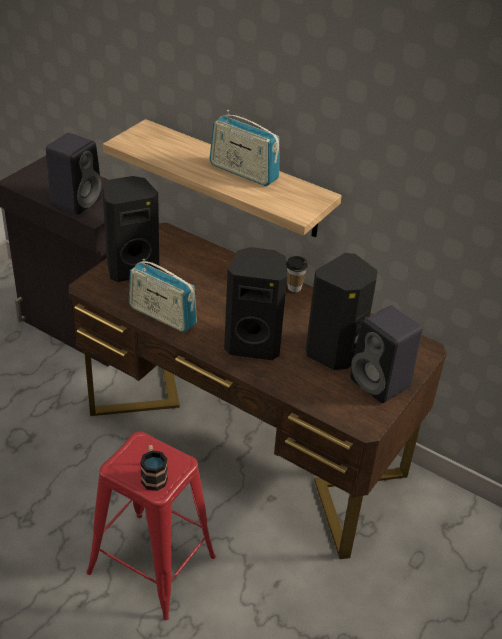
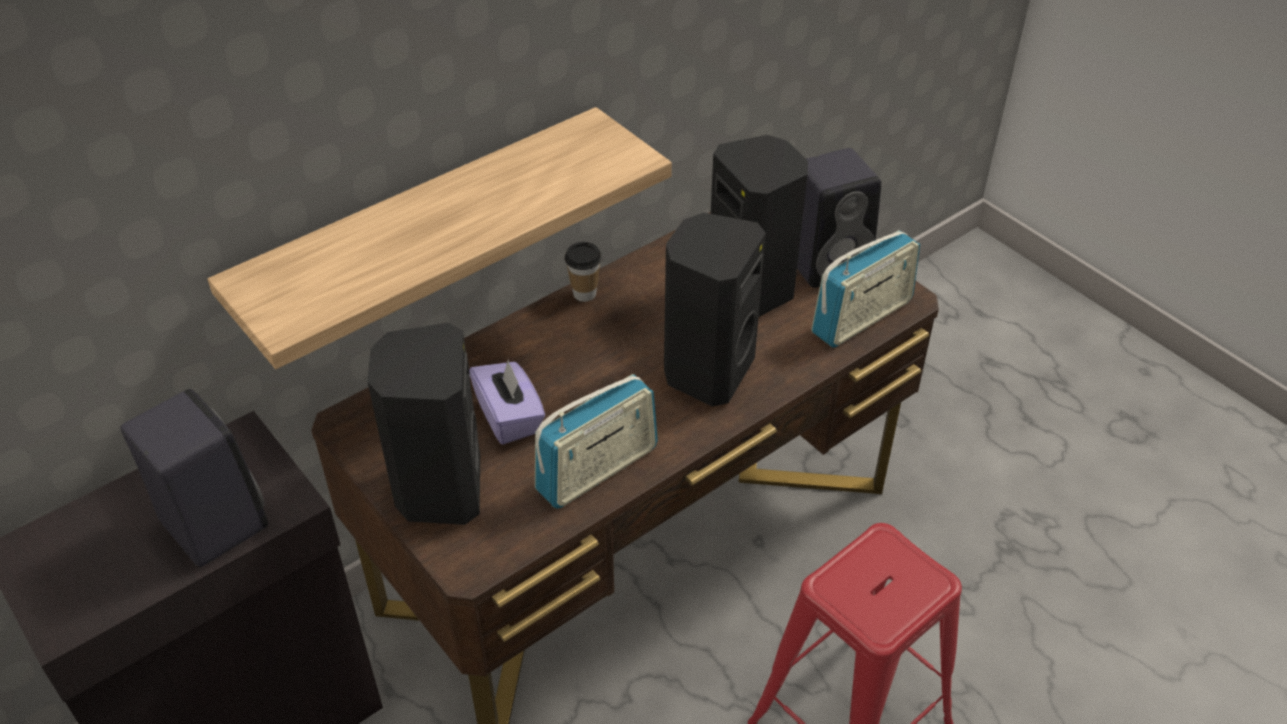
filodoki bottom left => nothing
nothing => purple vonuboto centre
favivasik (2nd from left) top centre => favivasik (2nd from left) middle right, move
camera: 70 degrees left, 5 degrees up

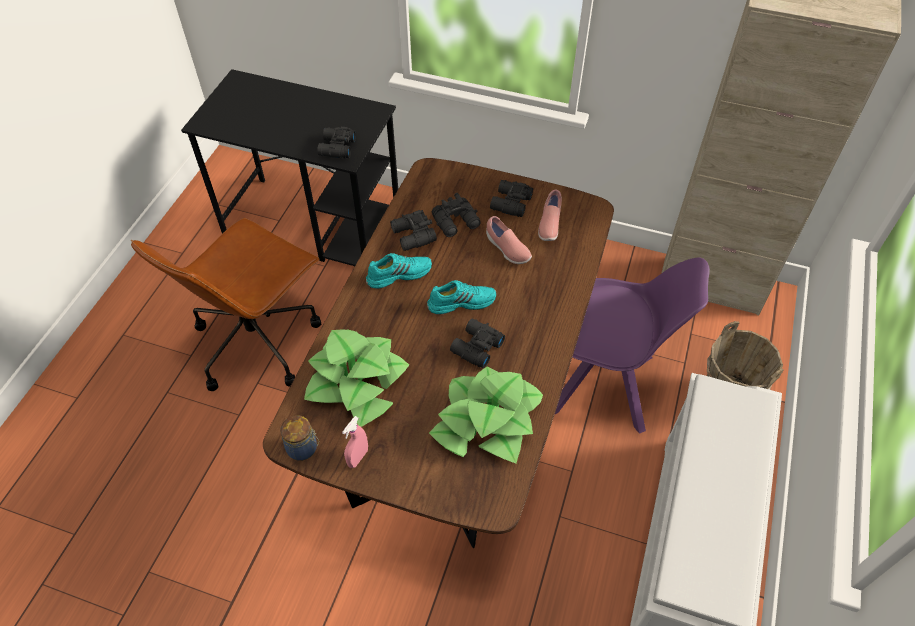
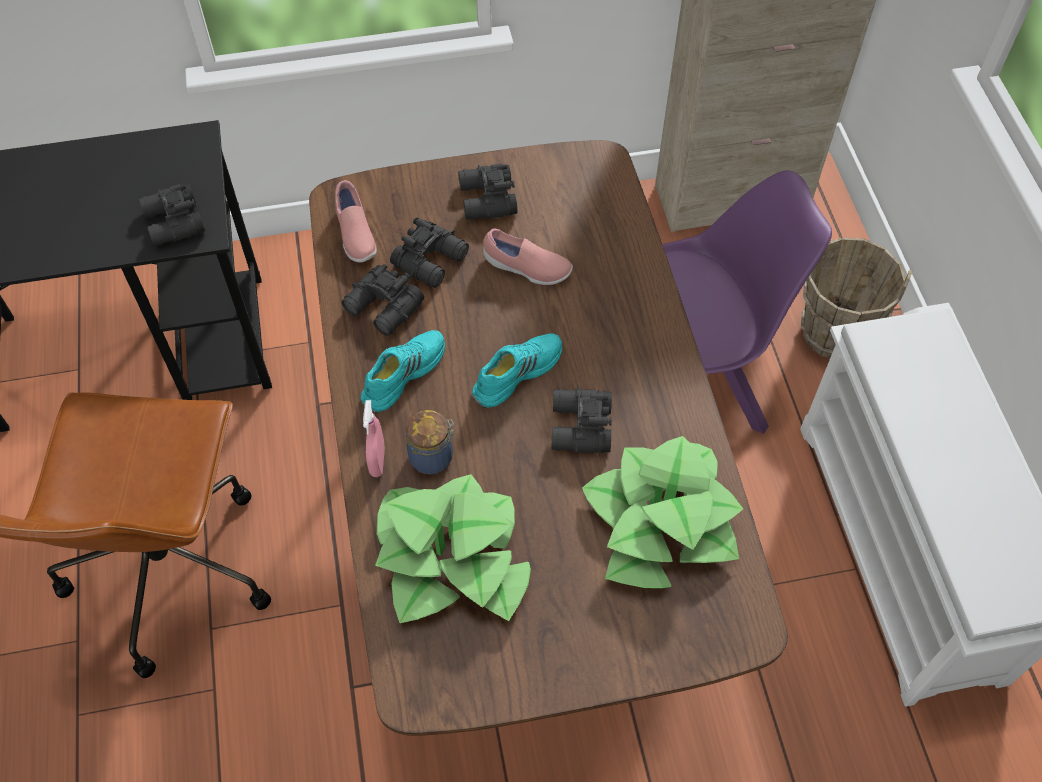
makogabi bottom left => makogabi centre, move
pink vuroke bottom centre => pink vuroke centre, move
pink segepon (2nd from left in the first image) centre => pink segepon (1st from left) top centre, move
camera: 30 degrees left, 5 degrees up

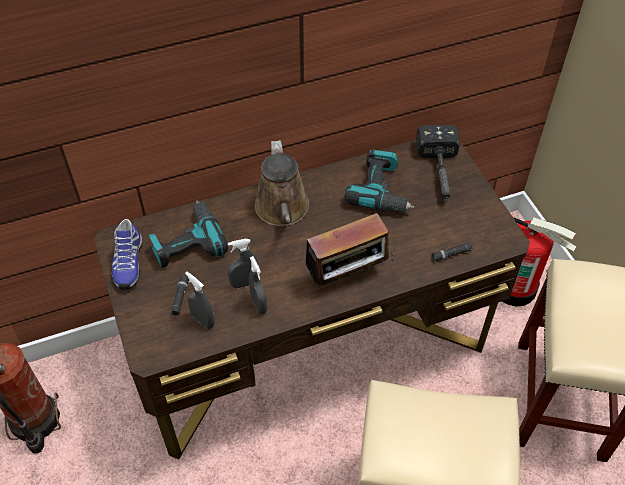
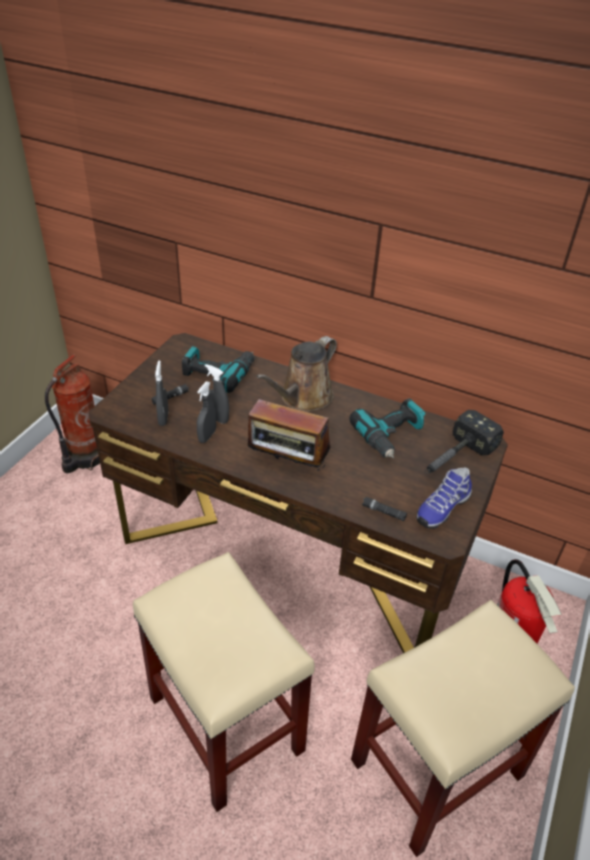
segepon middle left => segepon middle right, move
camera: 45 degrees right, 10 degrees down

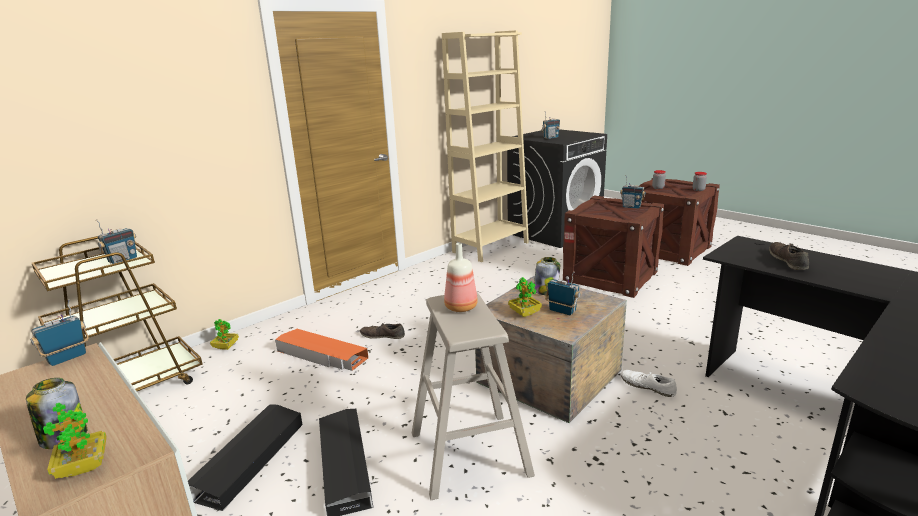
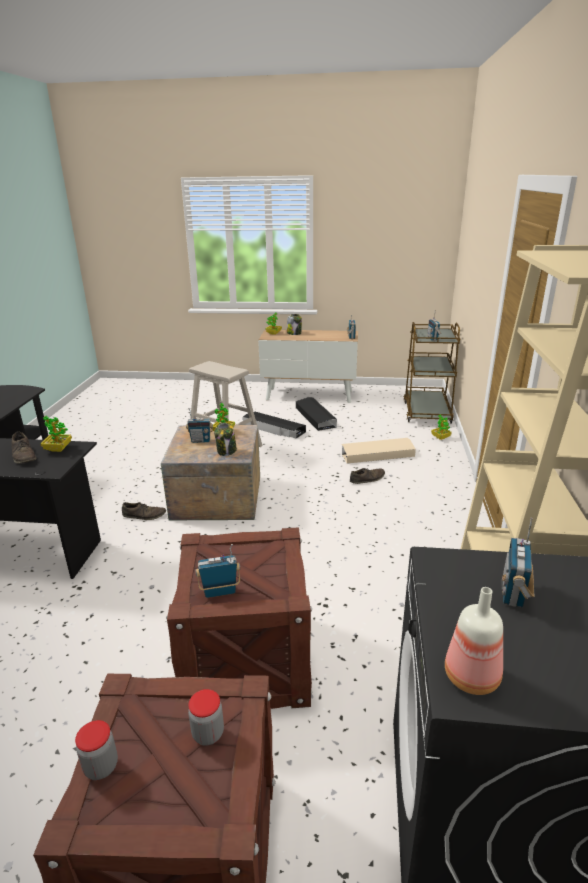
nothing => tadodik (1st from left) middle left
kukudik centre => kukudik bottom right, move
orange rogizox bottom centre => beige rogizox centre
white segepon bottom right => brown segepon (2nd from left) middle left
camera: 140 degrees right, 5 degrees up

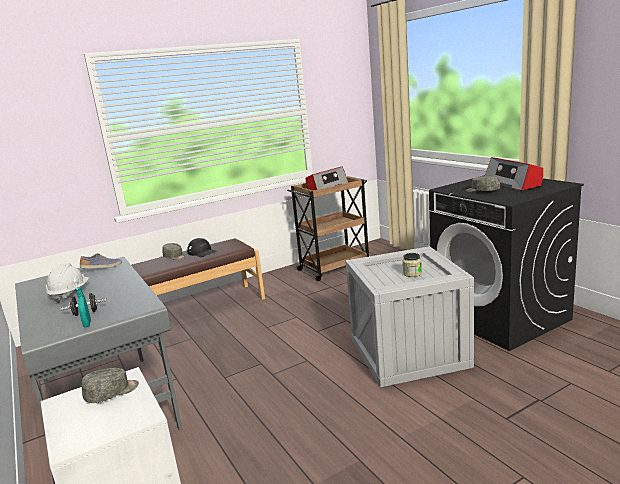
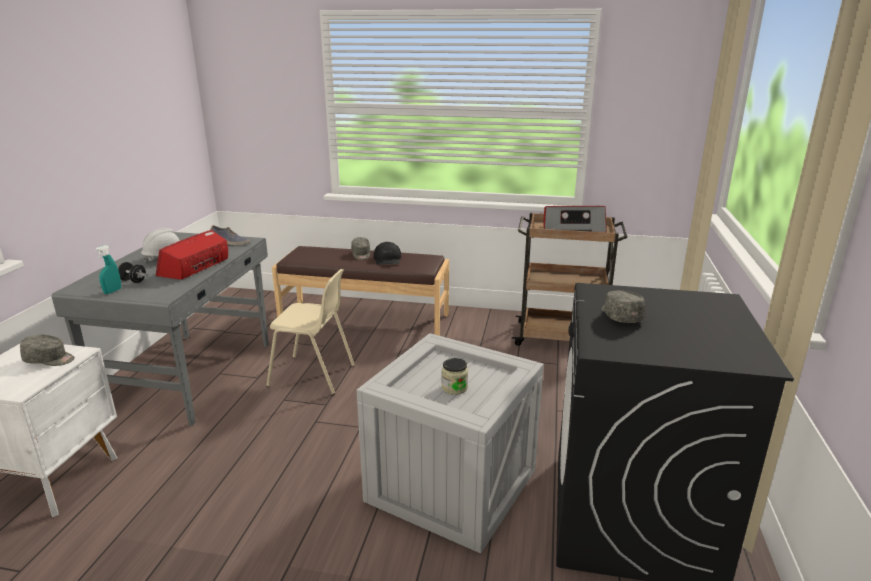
nothing => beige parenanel centre
favivasik (2nd from left in the first image) middle right => favivasik (1st from left) middle left, move
camera: 40 degrees right, 5 degrees up

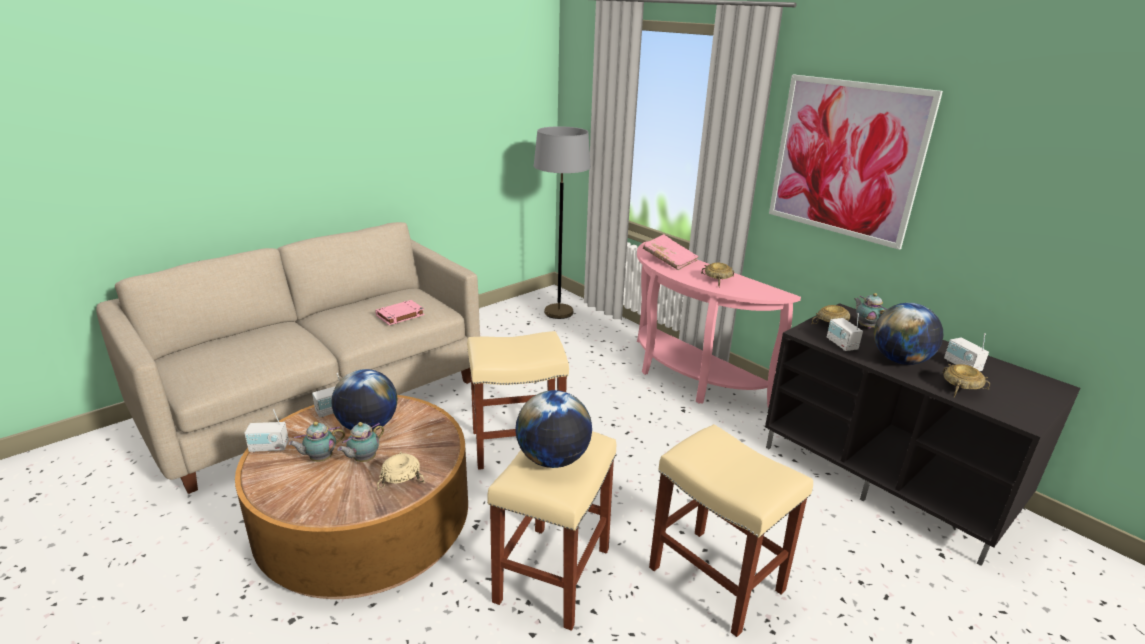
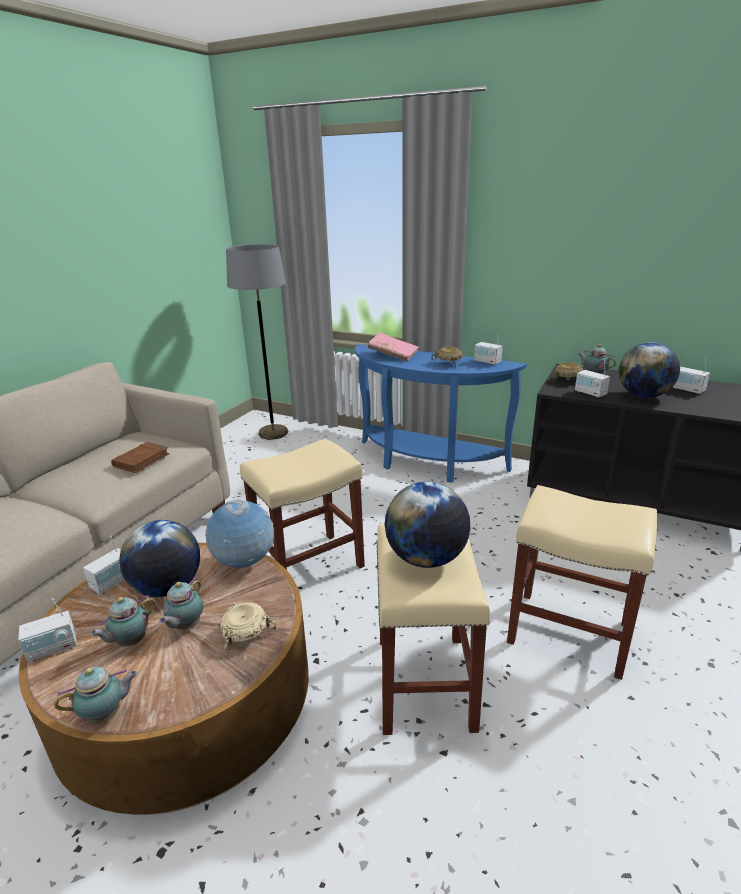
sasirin top right => nothing
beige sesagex (4th from left) middle right => nothing
nothing => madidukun (1st from left) bottom left
nothing => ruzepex (2nd from left) middle left
nothing => favivasik (3rd from left) centre
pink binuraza (1st from left) centre => brown binuraza middle left
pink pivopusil centre => blue pivopusil centre
camera: 20 degrees left, 0 degrees up

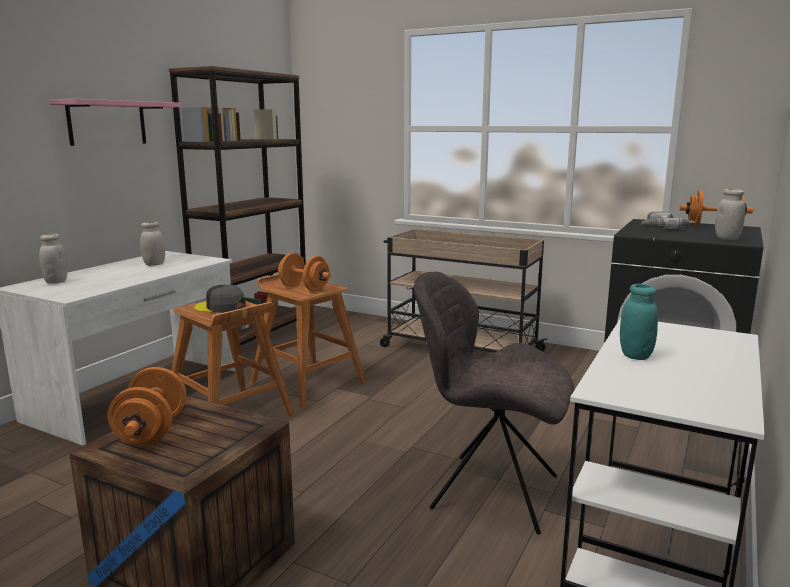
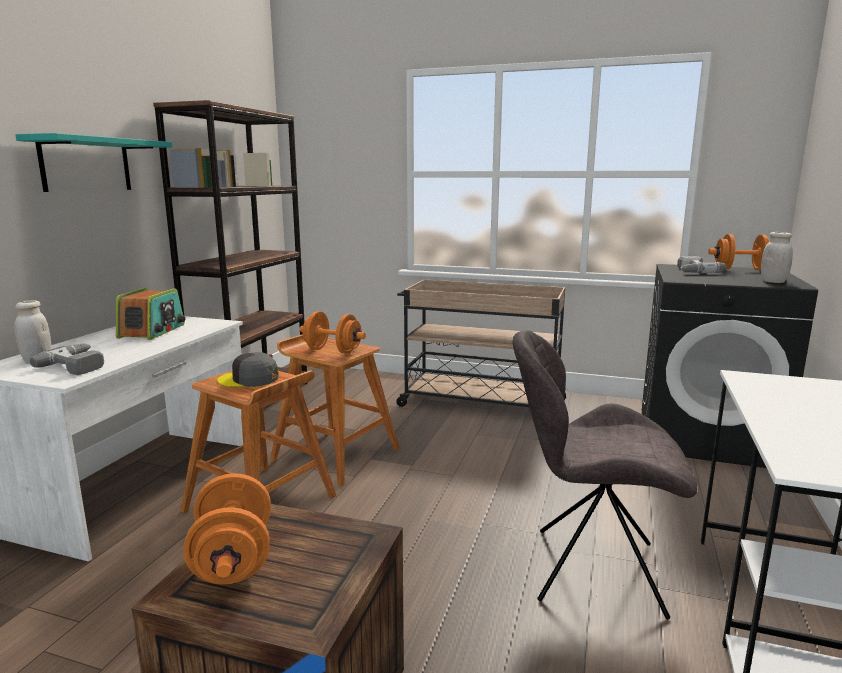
turquoise makogabi middle right => nothing
nothing => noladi (1st from left) middle left
white makogabi (2nd from left) middle left => favivasik middle left
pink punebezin top left => turquoise punebezin top left
camera: 10 degrees left, 0 degrees up

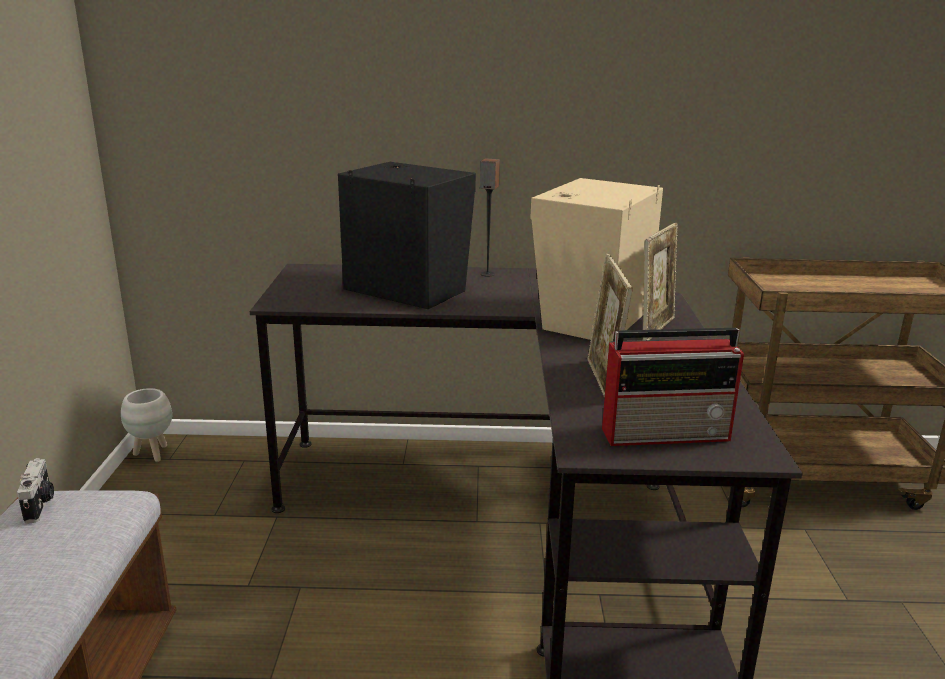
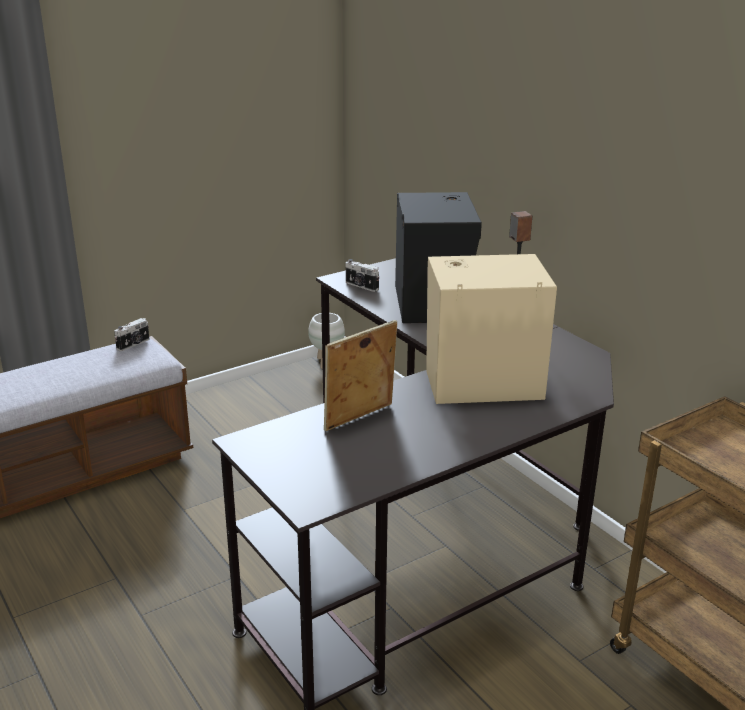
favivasik middle right => nothing
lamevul (2nd from left) middle right => nothing
nothing => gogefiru (2nd from left) centre
camera: 55 degrees right, 5 degrees up

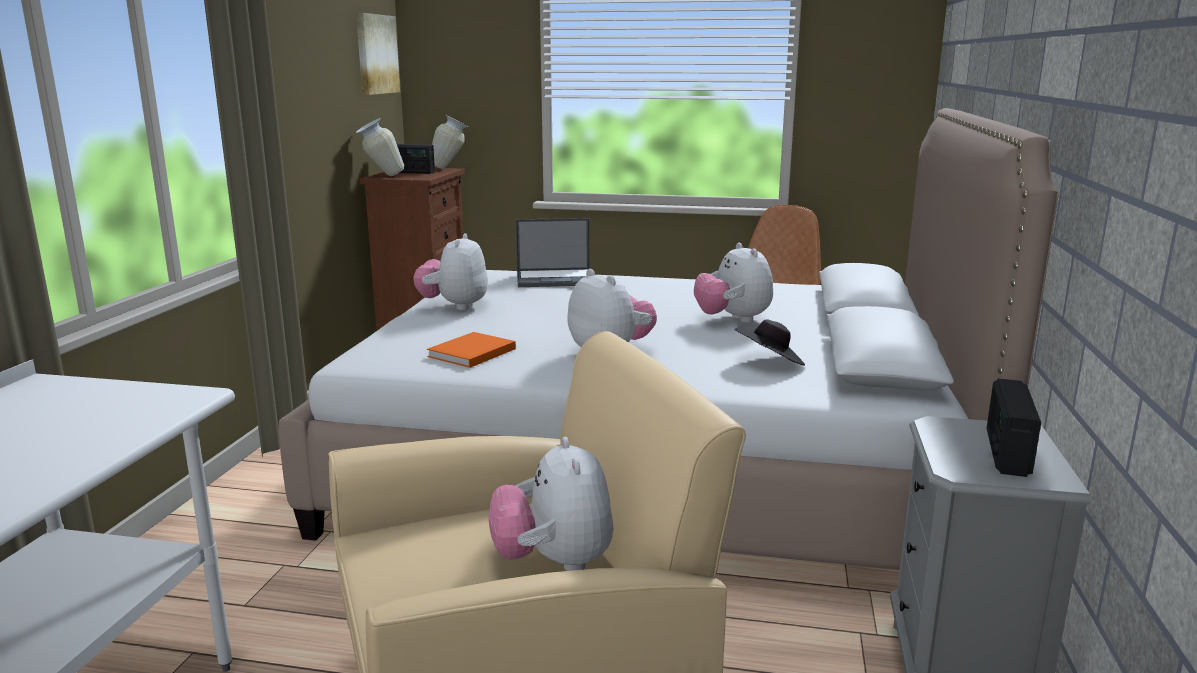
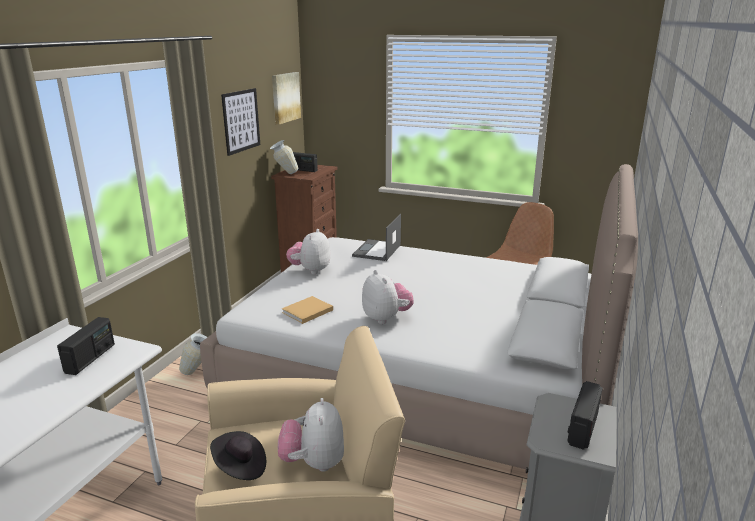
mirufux (4th from left) centre => nothing
nothing => favivasik (1st from left) middle left
nothing => sasirin (1st from left) top left
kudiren (2nd from left in the first image) top centre => kudiren (1st from left) bottom left, move
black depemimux centre => black depemimux bottom left, move
orange binuraza centre => beige binuraza centre
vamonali centre, 105 degrees clockwise
camera: 10 degrees right, 5 degrees up

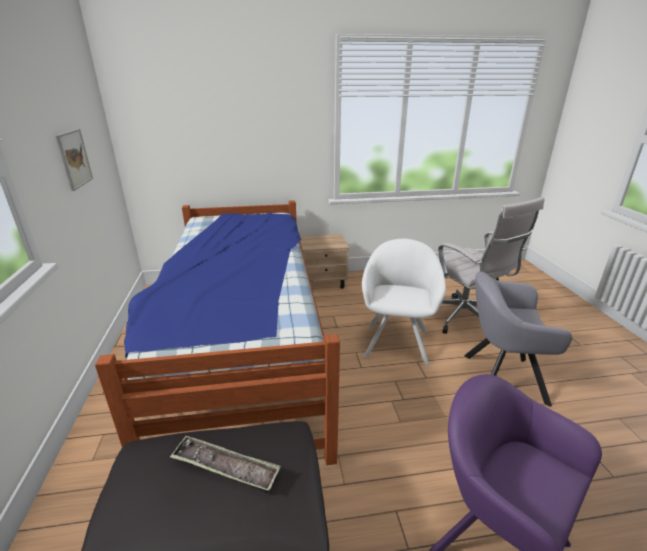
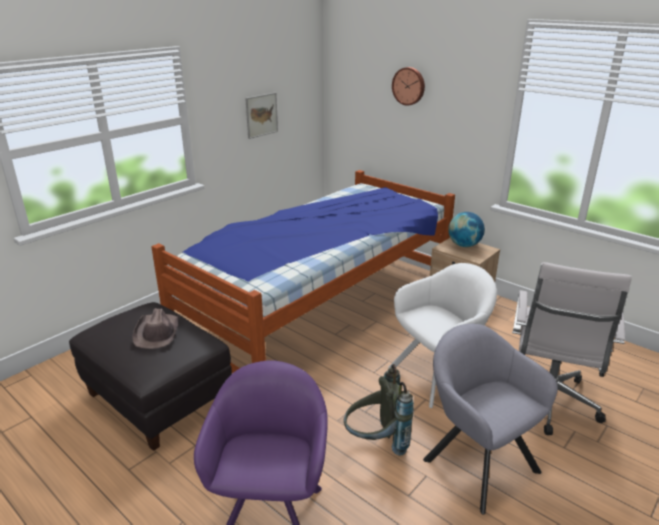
nothing => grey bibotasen bottom centre
nothing => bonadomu top centre
nothing => ruzepex middle right
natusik bottom centre => brown depemimux middle left
camera: 50 degrees right, 0 degrees up

